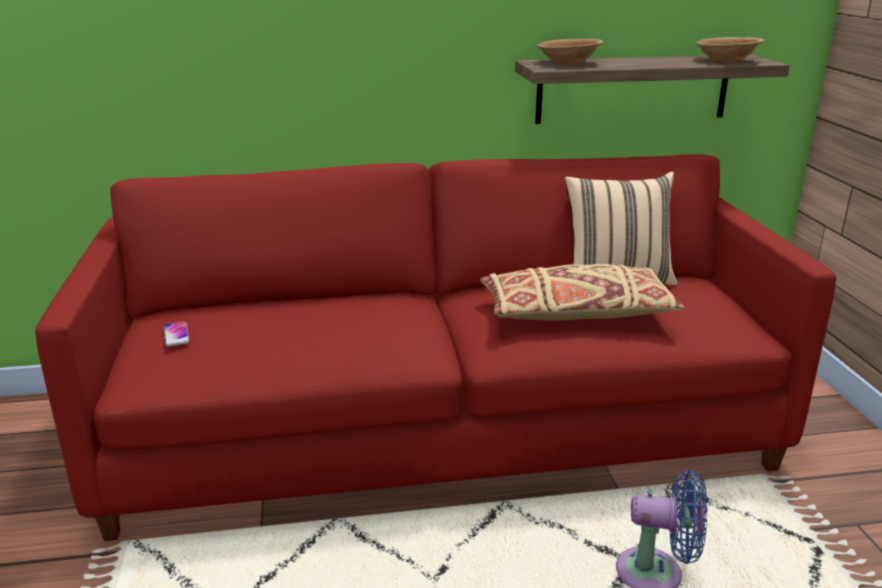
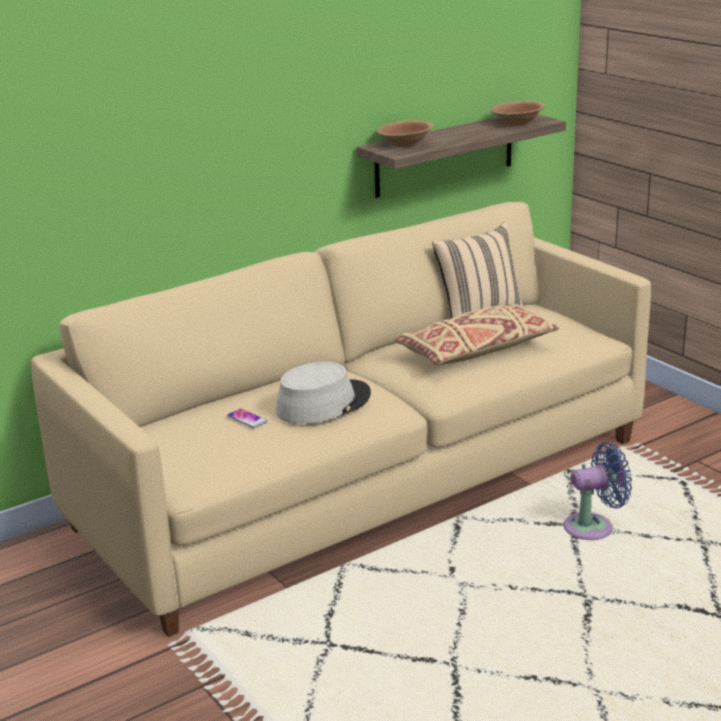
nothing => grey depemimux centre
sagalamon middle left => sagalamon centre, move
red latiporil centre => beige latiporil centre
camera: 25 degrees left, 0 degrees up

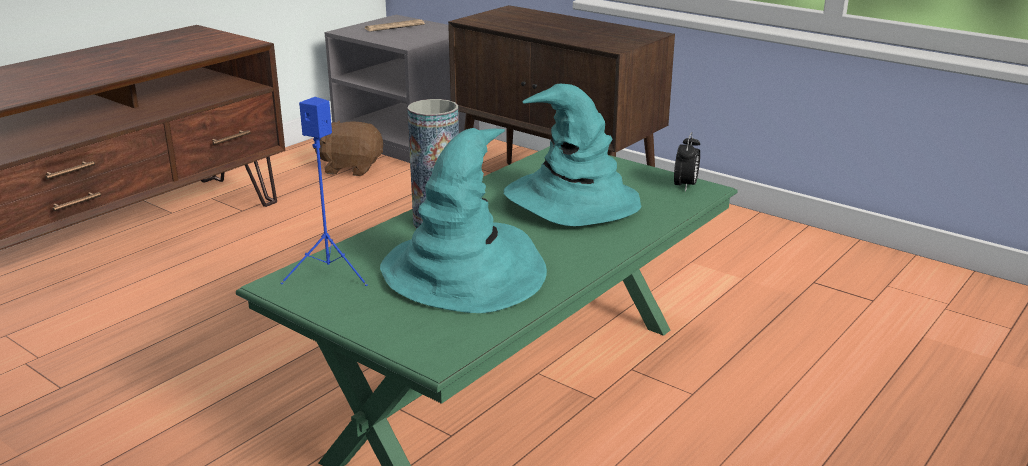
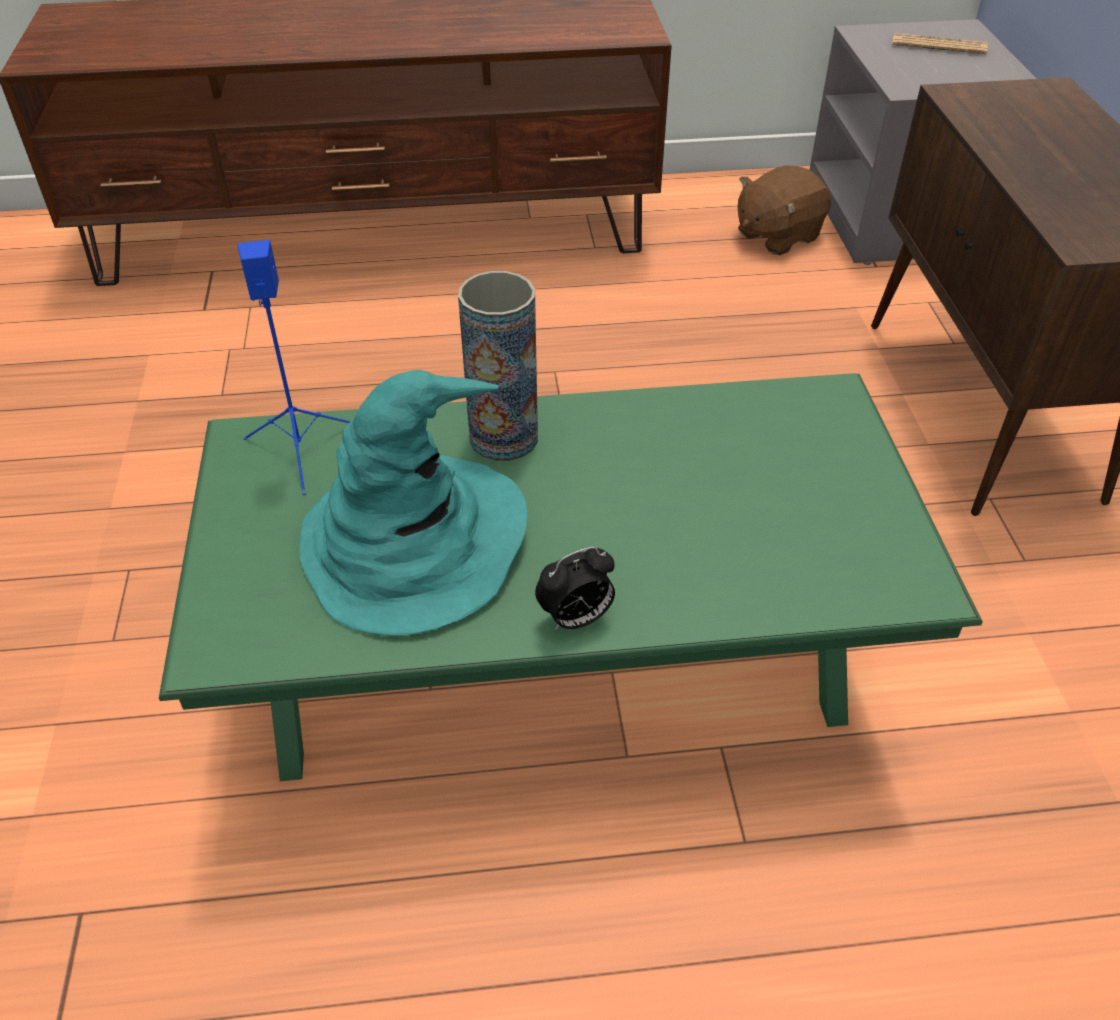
turquoise depemimux (2nd from left) top centre => nothing
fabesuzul middle right => fabesuzul centre, move
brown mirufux top centre => brown mirufux top right, 90 degrees counterclockwise
camera: 45 degrees right, 20 degrees up

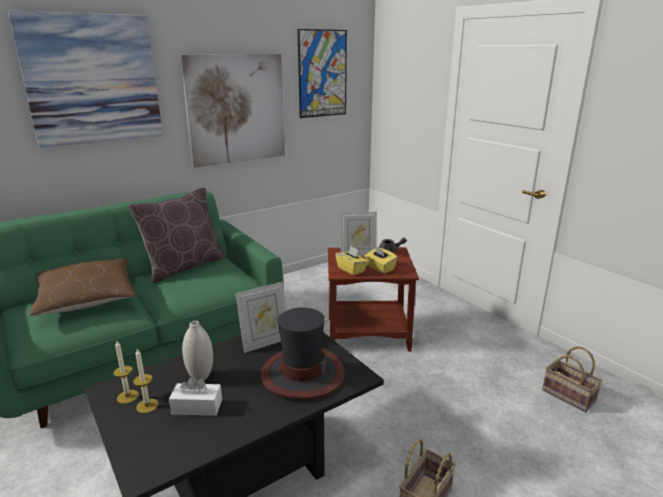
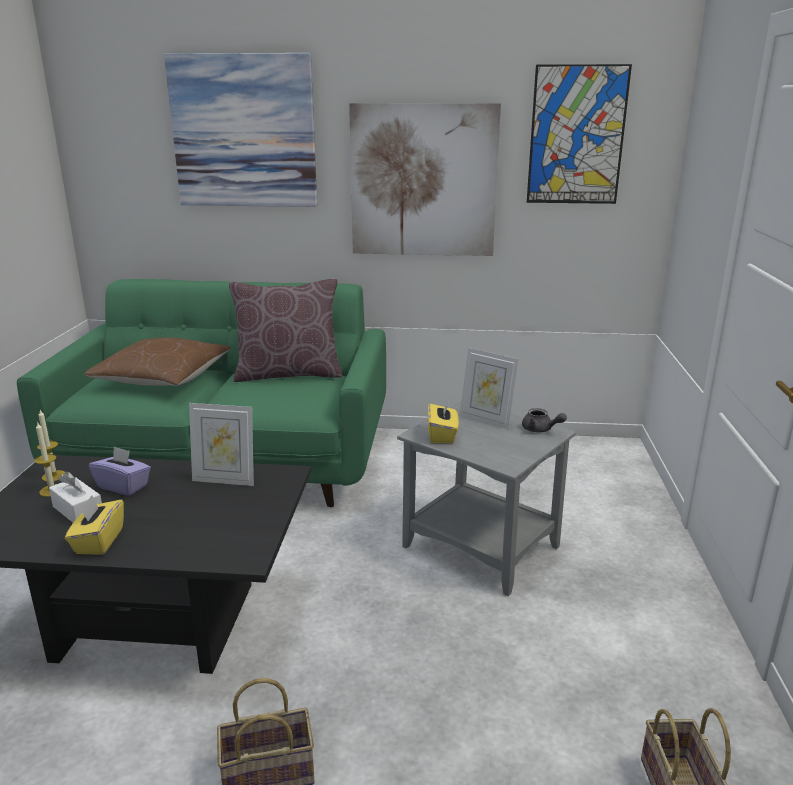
depemimux bottom centre => nothing
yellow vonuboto (2nd from left in the first image) centre => yellow vonuboto (1st from left) bottom left, move
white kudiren bottom left => purple vonuboto middle left
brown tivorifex centre => grey tivorifex centre
camera: 40 degrees right, 0 degrees up

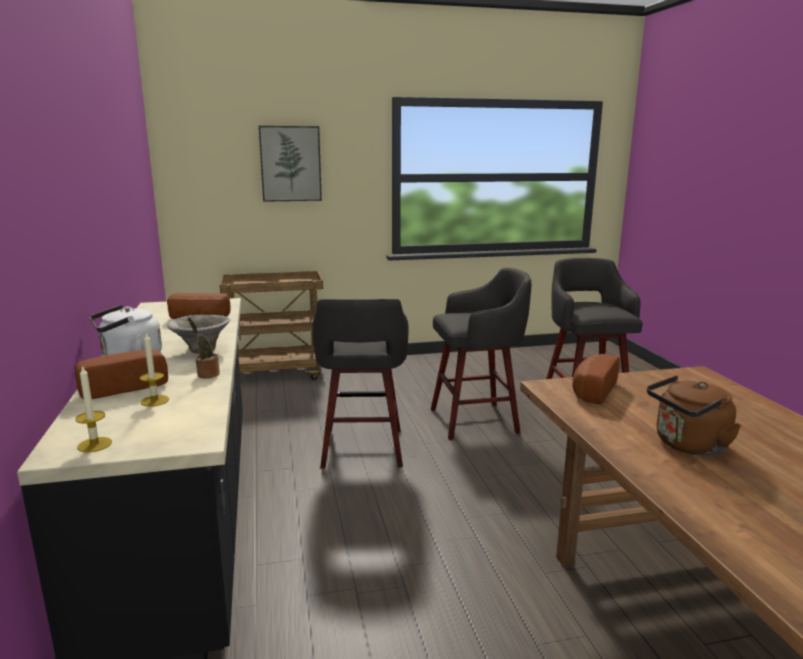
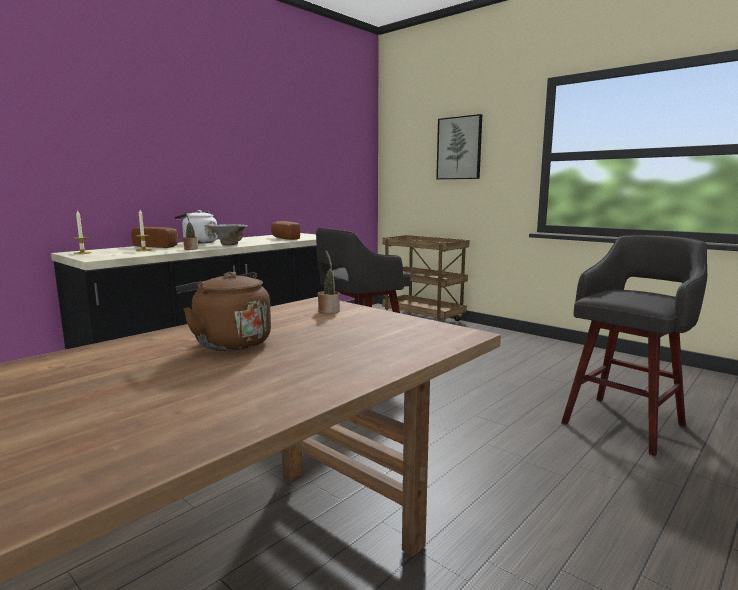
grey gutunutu (2nd from left) centre => nothing
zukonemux (3rd from left) middle right => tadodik (2nd from left) centre
camera: 55 degrees right, 5 degrees down

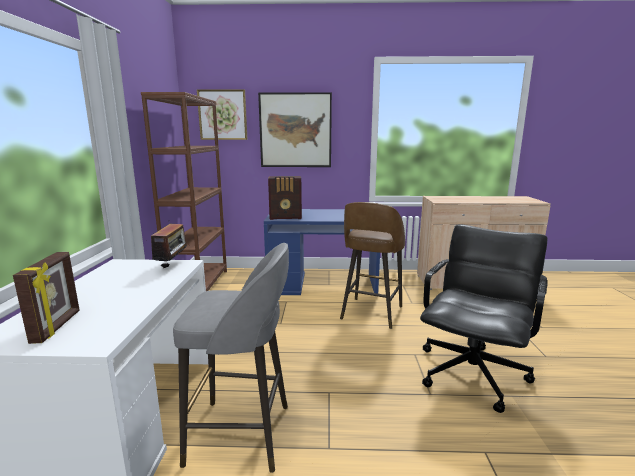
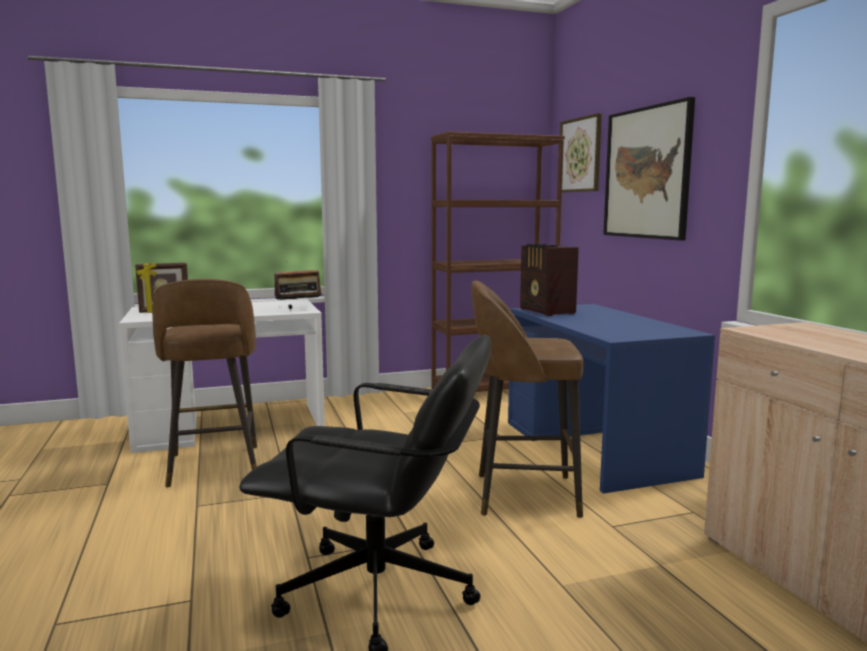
grey gutunutu bottom centre => brown gutunutu (1st from left) middle left
camera: 70 degrees right, 5 degrees down

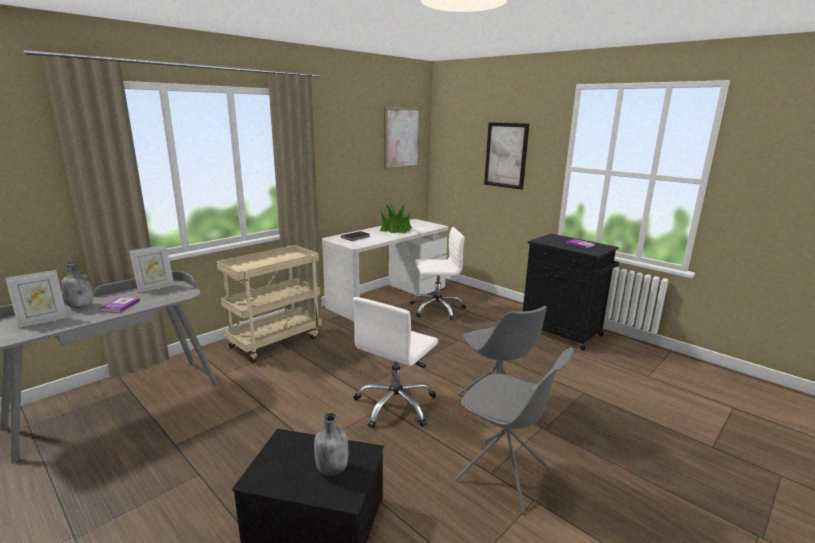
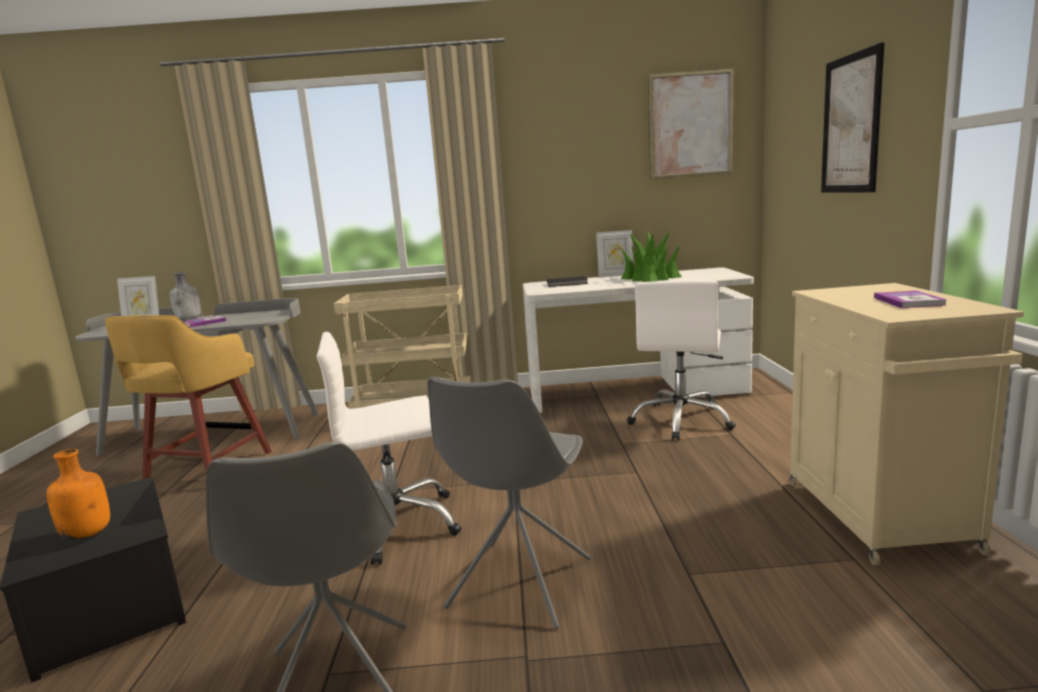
nothing => yellow gutunutu middle left
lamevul (2nd from left) middle left => lamevul (2nd from left) centre, move
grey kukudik (2nd from left) bottom centre => orange kukudik bottom left
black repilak middle right => beige repilak middle right
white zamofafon (2nd from left) centre, 75 degrees clockwise
camera: 45 degrees right, 5 degrees down

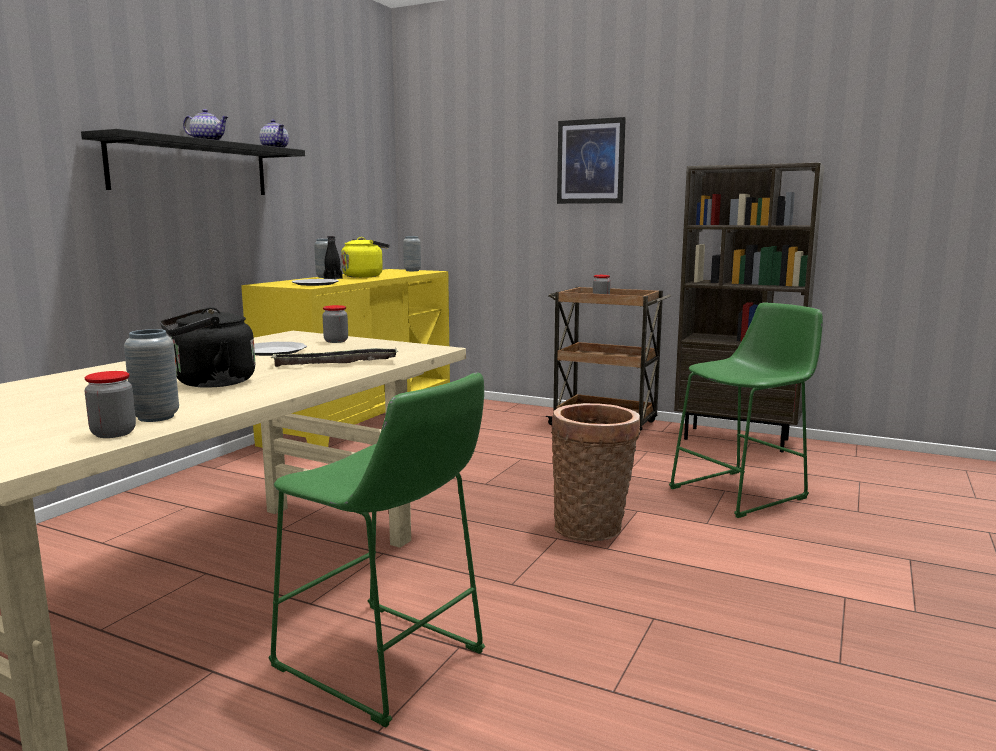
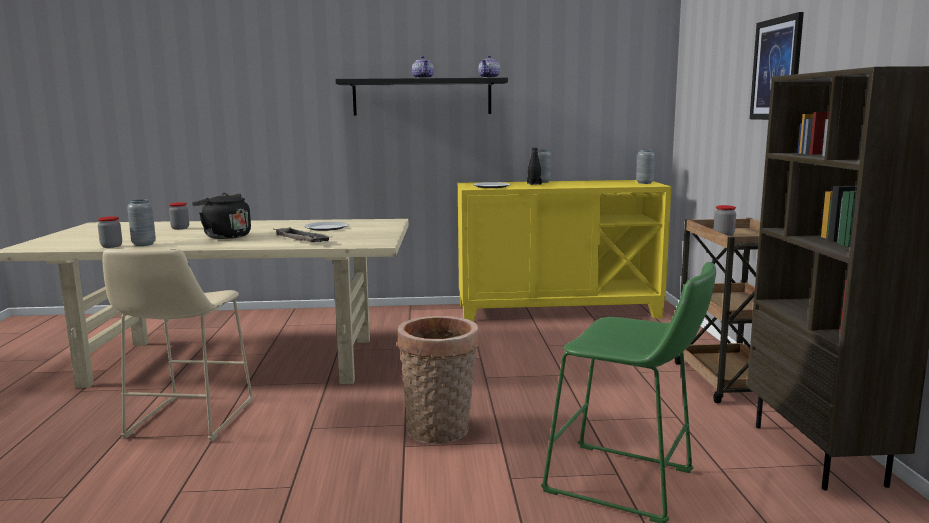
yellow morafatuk centre => nothing
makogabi (2nd from left) centre => makogabi (2nd from left) middle left, move
green gutunutu (1st from left) bottom centre => beige gutunutu middle left
camera: 60 degrees right, 0 degrees up

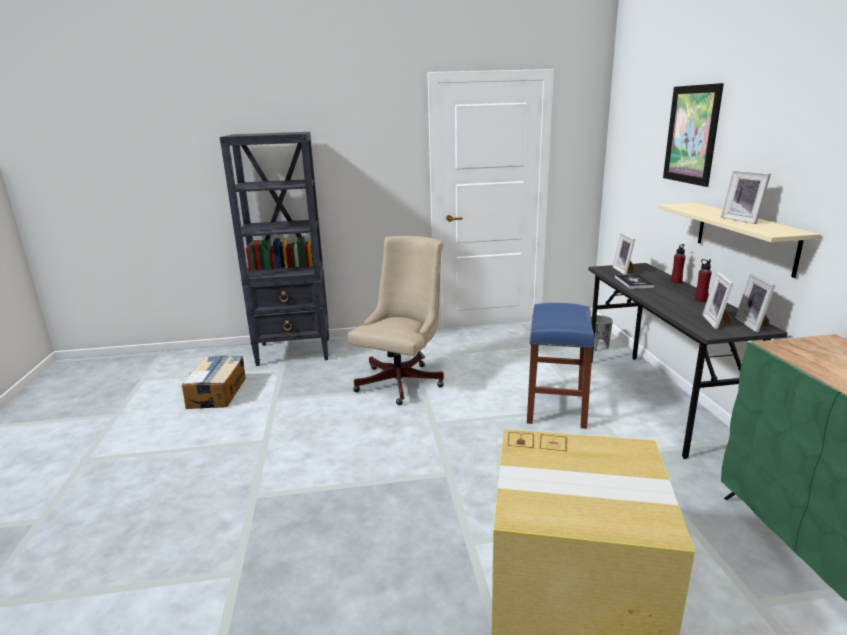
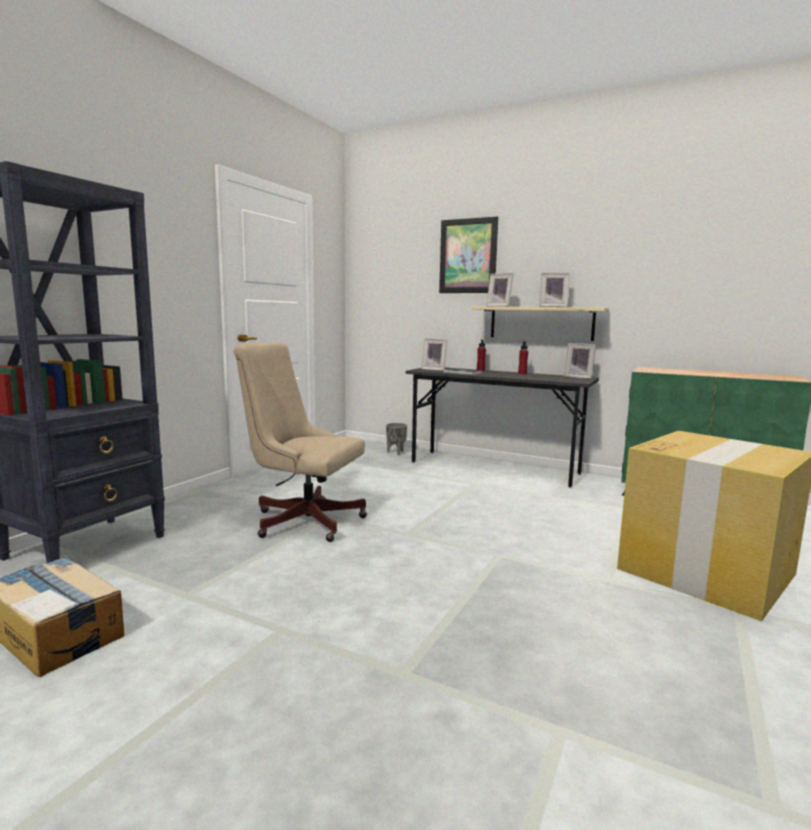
blue gutunutu centre => nothing
lamevul (2nd from left) middle right => lamevul (2nd from left) centre, move
beige zamofafon centre, 45 degrees counterclockwise
camera: 55 degrees left, 10 degrees down

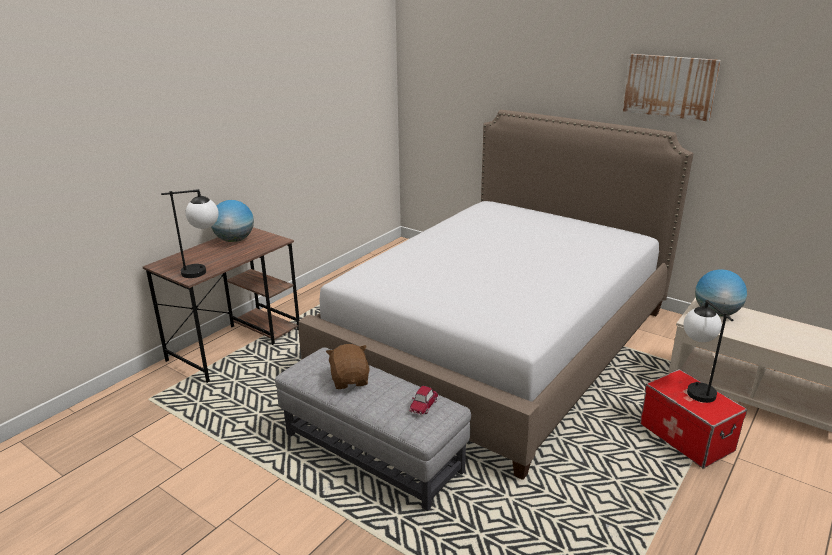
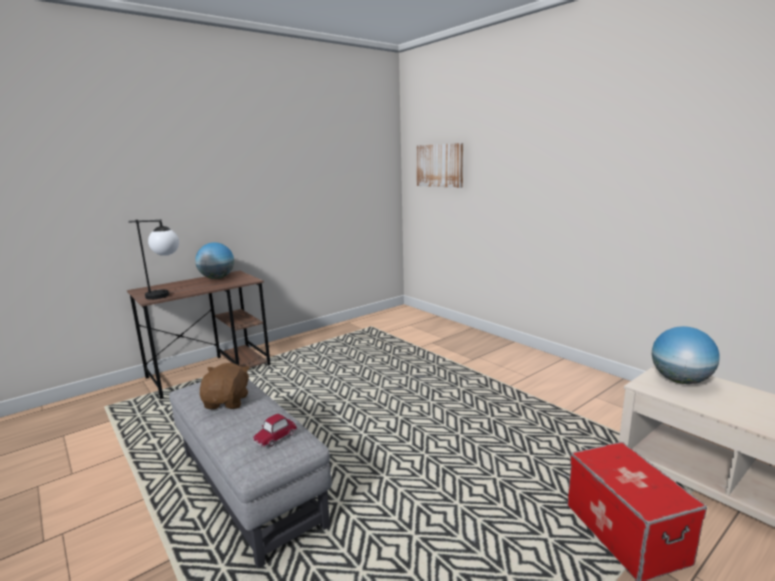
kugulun centre => nothing
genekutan (2nd from left) middle right => nothing
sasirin top right => sasirin top centre, move
camera: 15 degrees right, 10 degrees down

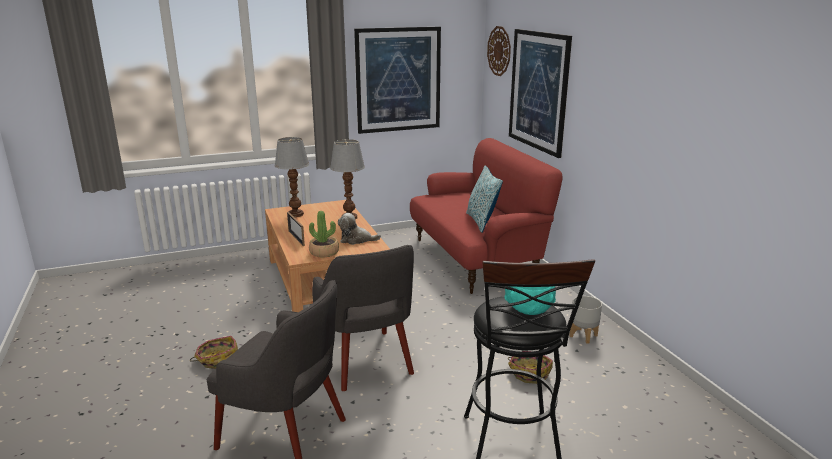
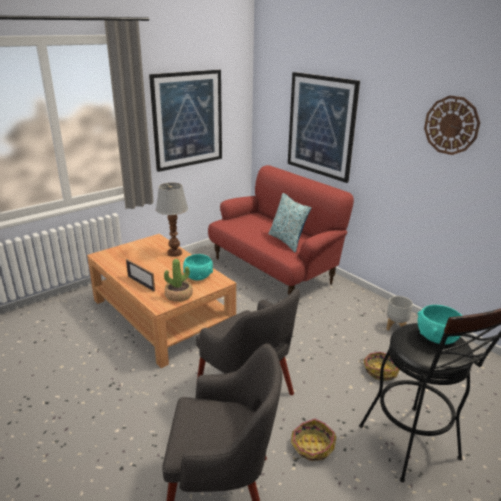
genekutan (1st from left) centre => nothing
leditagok (1st from left) bottom left => leditagok (1st from left) bottom centre, move
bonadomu top centre => bonadomu top right, move
mirufux centre => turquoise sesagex (1st from left) centre
camera: 20 degrees left, 5 degrees up

